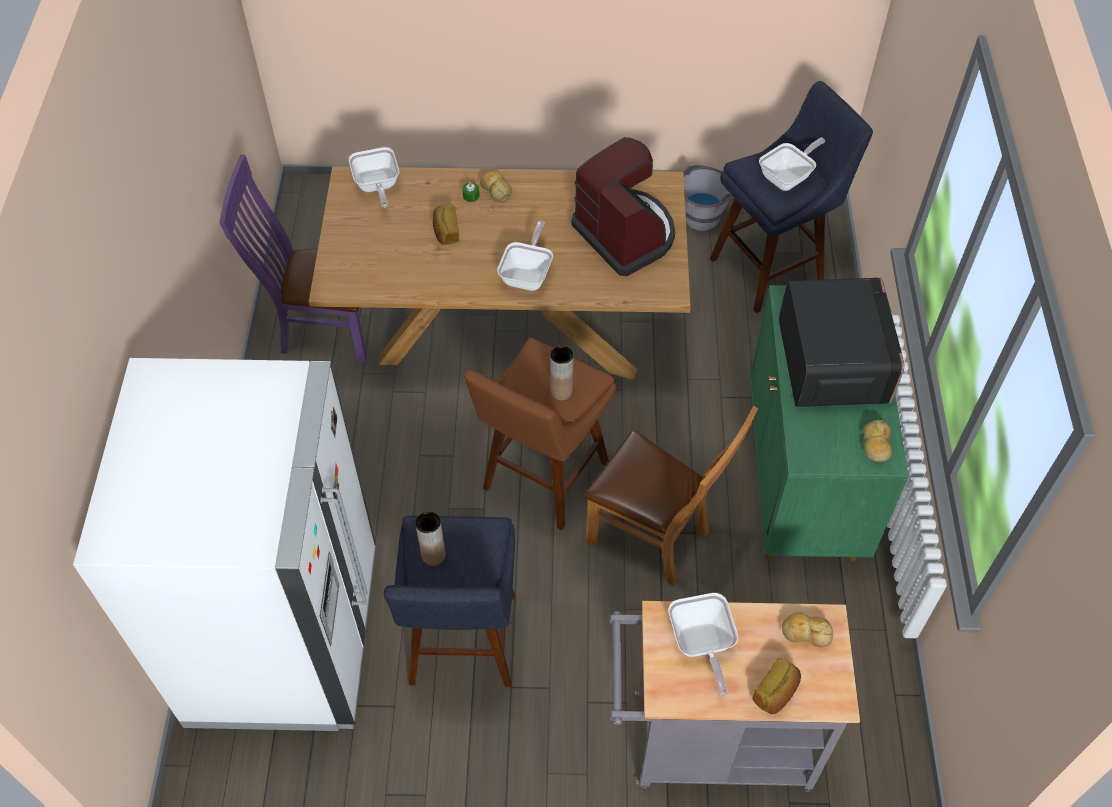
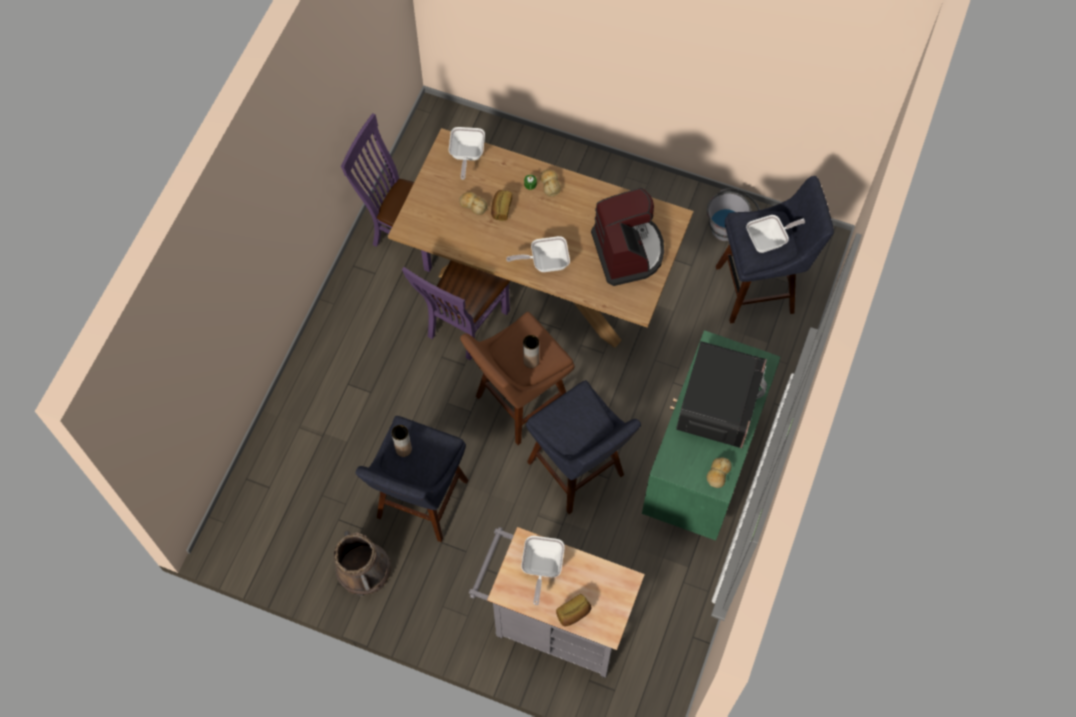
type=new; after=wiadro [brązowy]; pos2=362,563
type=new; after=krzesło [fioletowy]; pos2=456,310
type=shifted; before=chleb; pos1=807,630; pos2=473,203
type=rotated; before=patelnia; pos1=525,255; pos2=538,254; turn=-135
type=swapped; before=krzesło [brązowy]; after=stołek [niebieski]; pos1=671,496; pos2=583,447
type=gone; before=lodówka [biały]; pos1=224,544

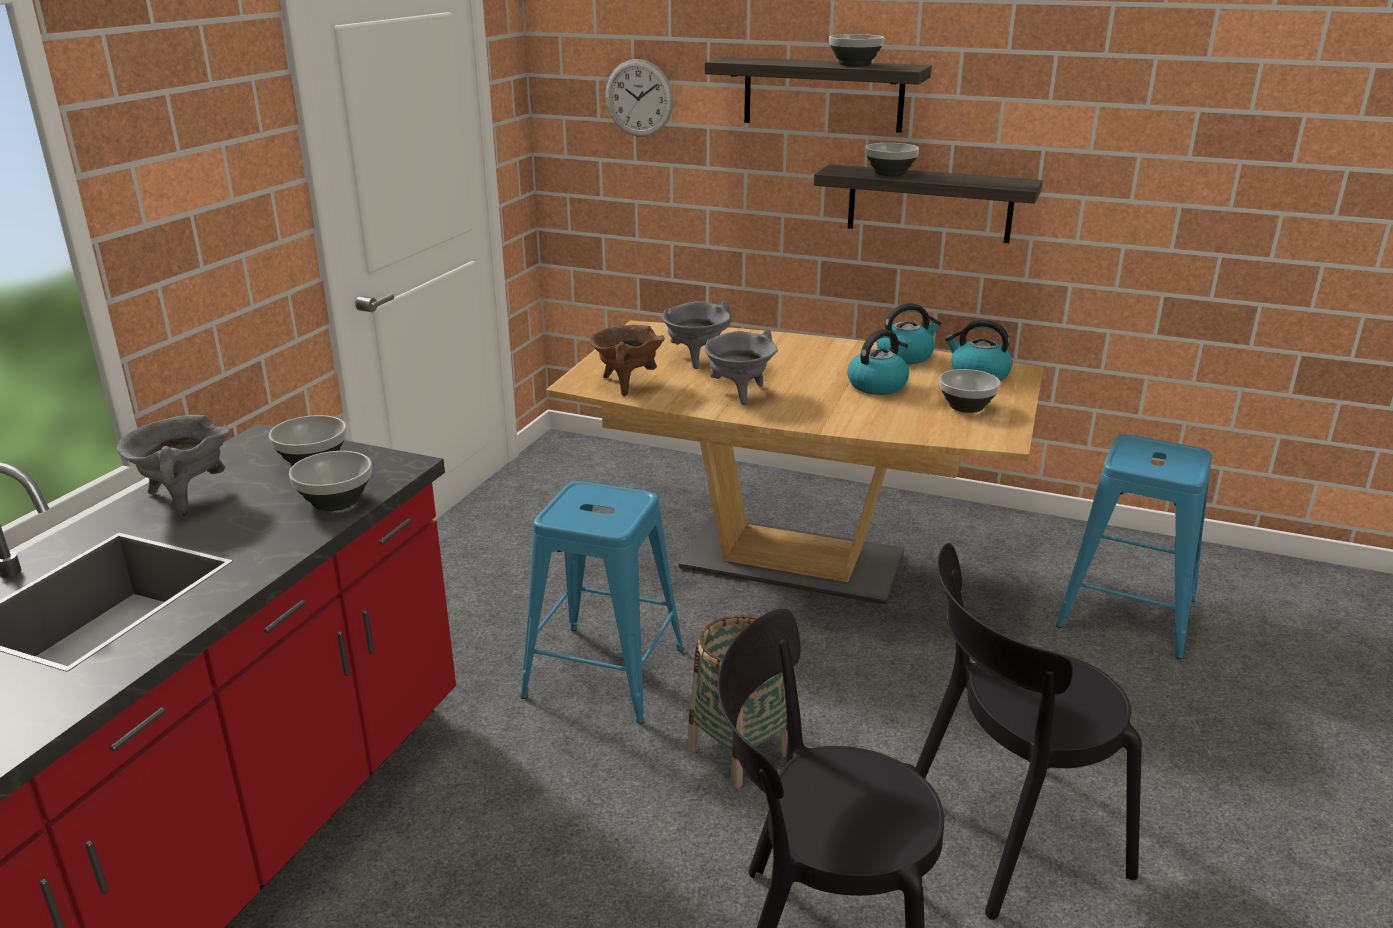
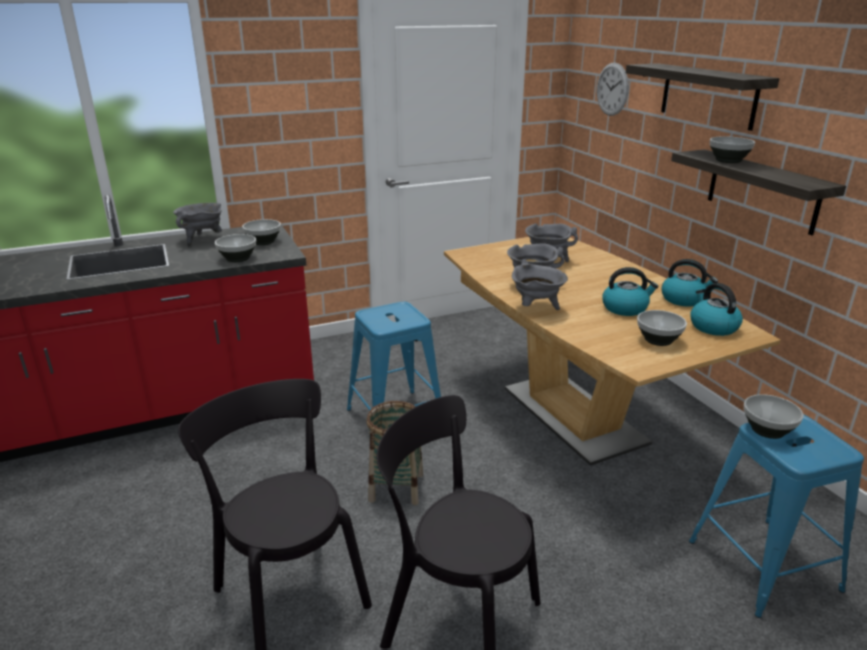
type=new; after=garnek [szary]; pos2=540,284
type=shifted; before=miska; pos1=856,50; pos2=774,416
type=gone; before=garnek [brązowy]; pos1=627,361

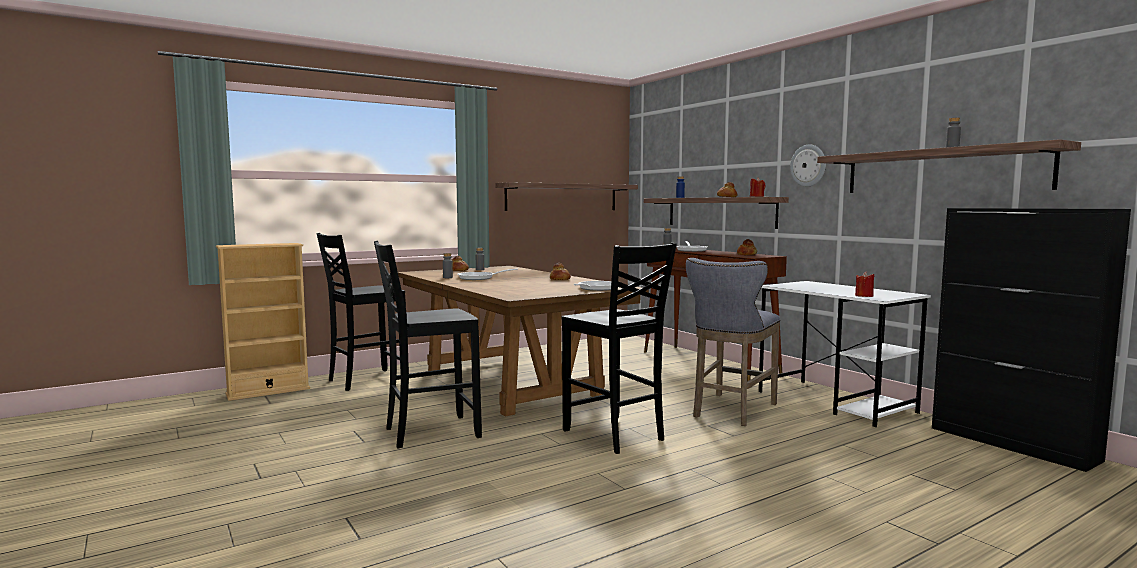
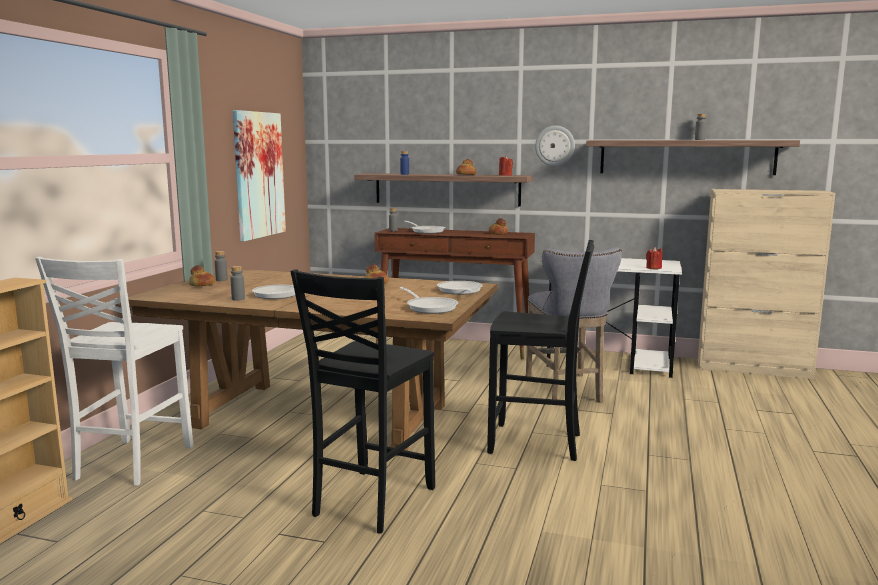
type=repainted; before=krzesło [czarny]; after=krzesło [biały]; pos1=363,312; pos2=114,371
type=swapped; before=półka; after=obraz; pos1=566,196; pos2=259,176
type=new; after=patelnia; pos2=429,300
type=repainted; before=szafka [czarny]; after=szafka [beżowy]; pos1=1031,340; pos2=767,284

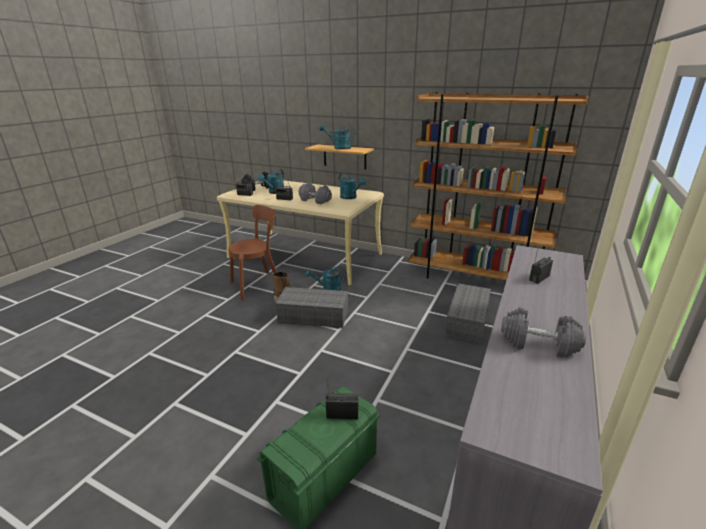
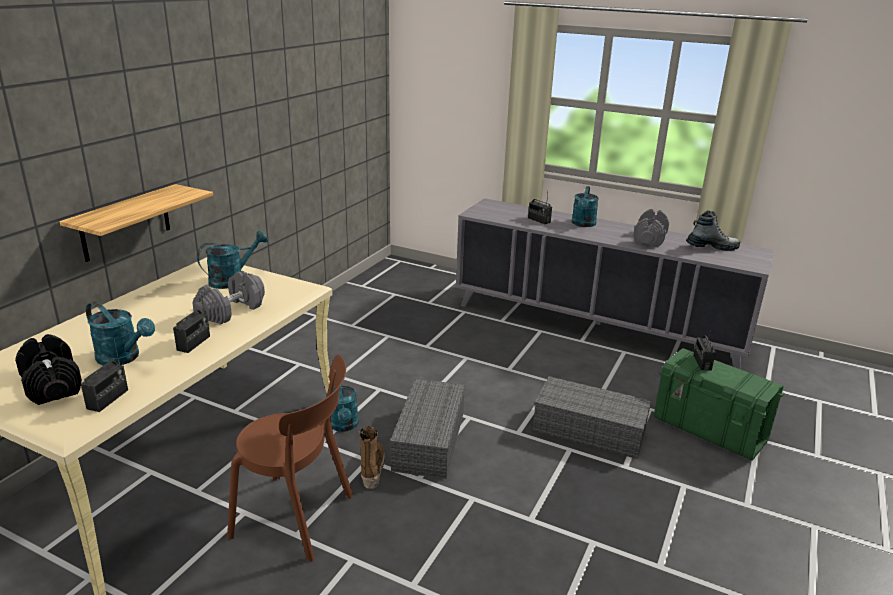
type=rotated; before=krzesło [brązowy]; pos1=252,252; pos2=290,458; turn=135
type=shifted; before=pojemnik do przechowywania [szary]; pos1=468,313; pos2=592,417
type=shifted; before=konewka [turkusowy]; pos1=337,137; pos2=585,206
type=new; after=but z cholewką; pos2=713,230
type=gone; before=regał [brązowy]; pos1=498,186

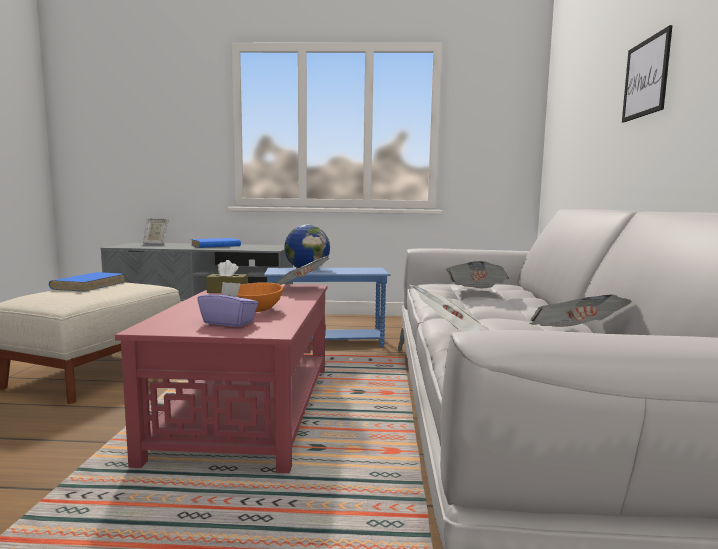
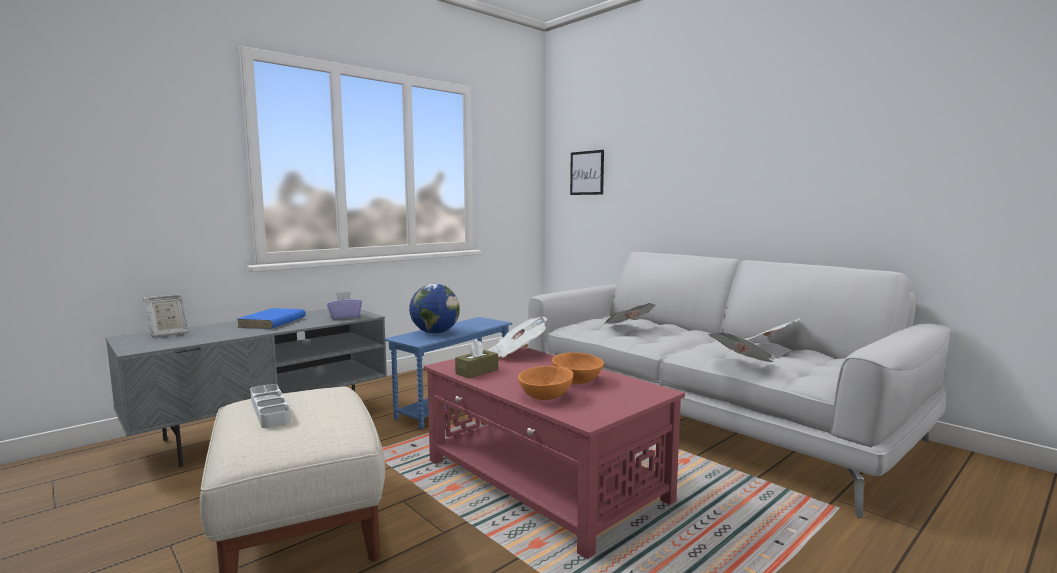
type=swapped; before=książka [niebieski]; after=taca [szary]; pos1=87,282; pos2=270,406
type=shifted; before=pudełko chusteczek [fioletowy]; pos1=227,304; pos2=344,305
type=new; after=miska [pomarańczowy]; pos2=546,383
type=shifted; before=obraz; pos1=647,74; pos2=587,172

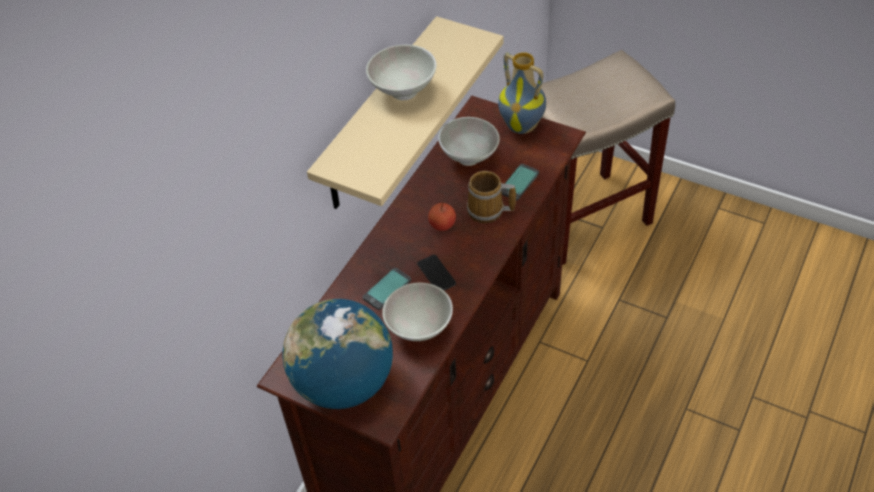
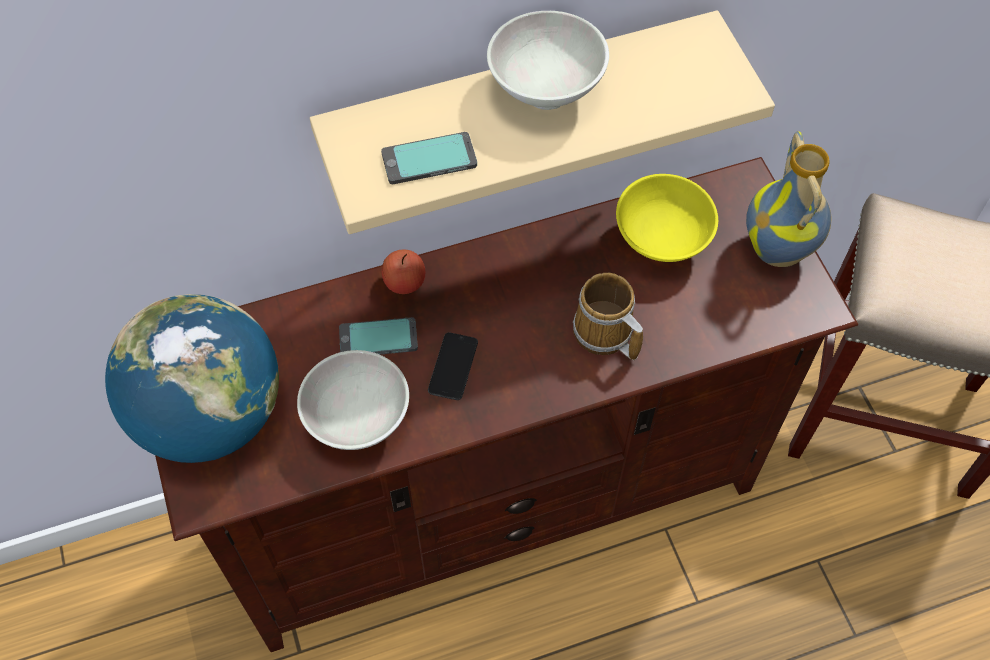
type=shifted; before=telefon; pos1=520,182; pos2=429,158
type=shifted; before=jabłko; pos1=442,216; pos2=404,271
type=repainted; before=miska [biały]; after=miska [żółty]; pos1=469,141; pos2=667,218

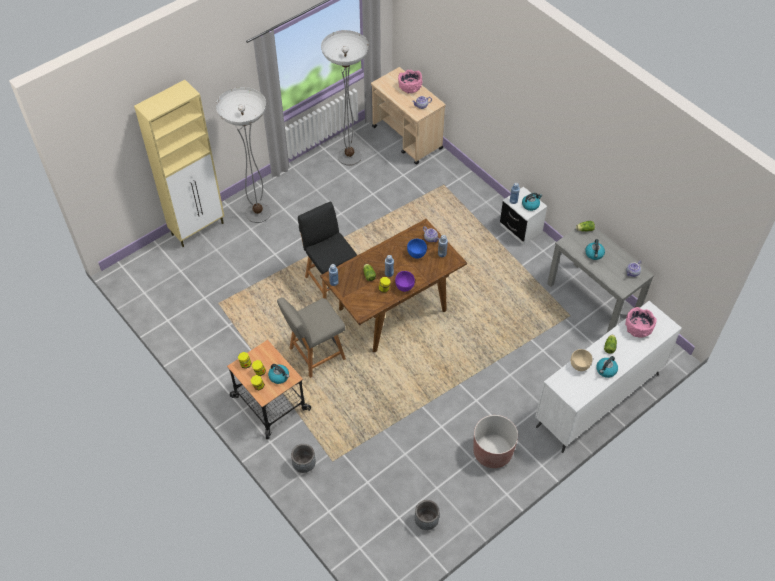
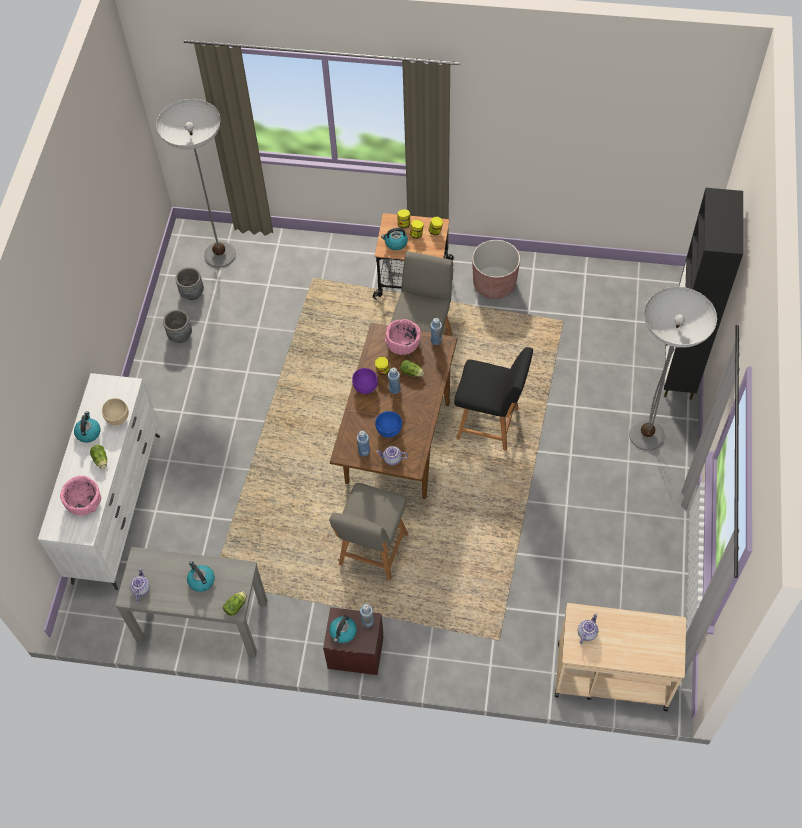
type=shifted; before=lampa stojąca; pos1=345,98; pos2=196,183
type=shifted; before=donica [szary]; pos1=303,458; pos2=177,326
type=repainted; before=szafka nocna [biały]; after=szafka nocna [brązowy]; pos1=523,215; pos2=353,641
type=new; after=krzesło [szary]; pos2=368,532
type=shifted; before=miska [różowy]; pos1=410,81; pos2=402,337
type=shifted; before=donica [brązowy]; pos1=495,441; pos2=496,269
type=repainted; before=szafka [beżowy]; after=szafka [czarny]; pos1=179,163; pos2=703,294

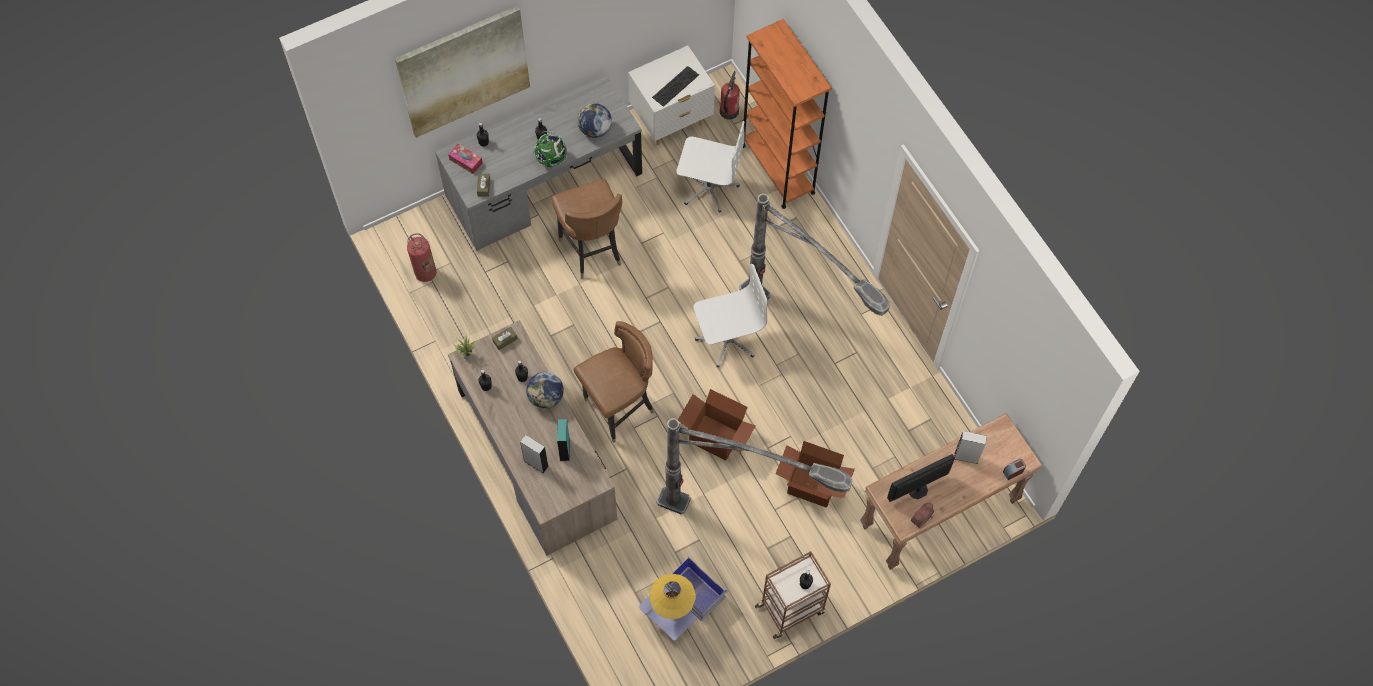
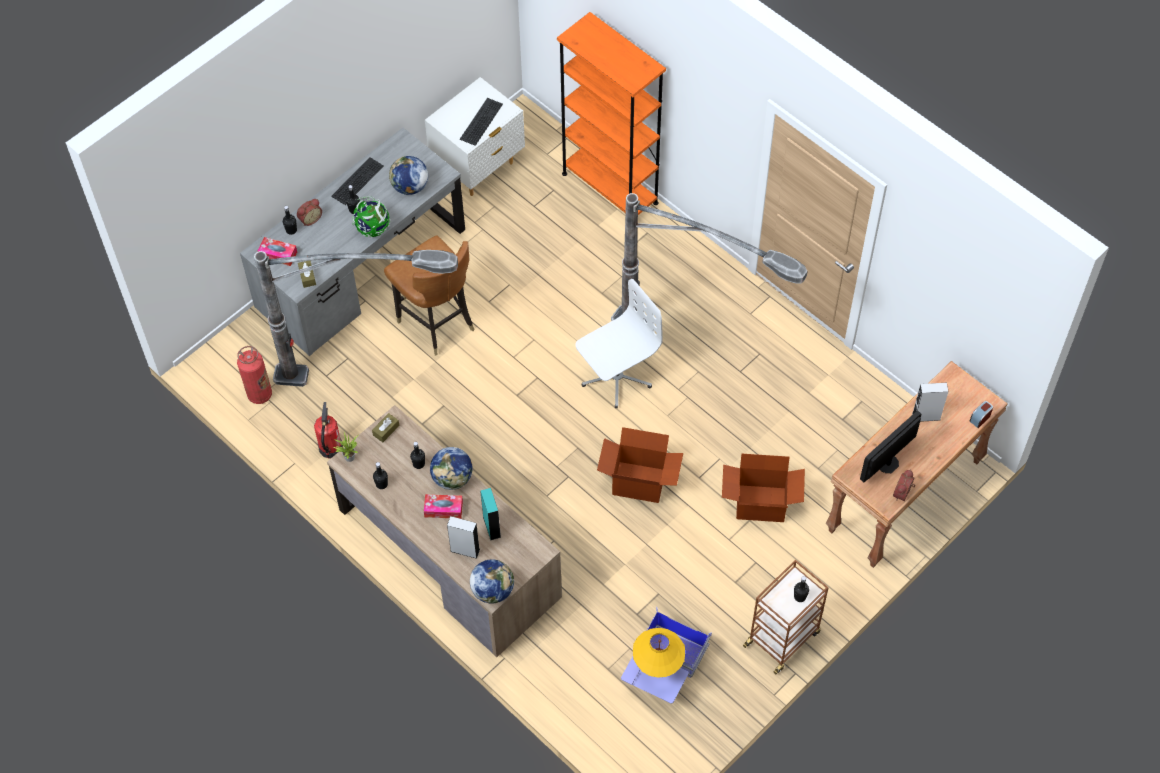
type=shifted; before=lampa stojąca; pos1=754,466; pos2=356,318
type=new; after=budzik; pos2=309,212
type=shifted; before=gaśnica; pos1=730,95; pos2=328,430
type=new; after=klawiatura; pos2=357,181
type=new; after=pudełko chusteczek; pos2=443,506
type=new; after=globus; pos2=492,581
type=gone; before=obraz; pos1=462,72
type=gone; before=krzesło [brązowy]; pos1=614,382
type=gone; before=krzesło biurowe [biały]; pos1=710,167

